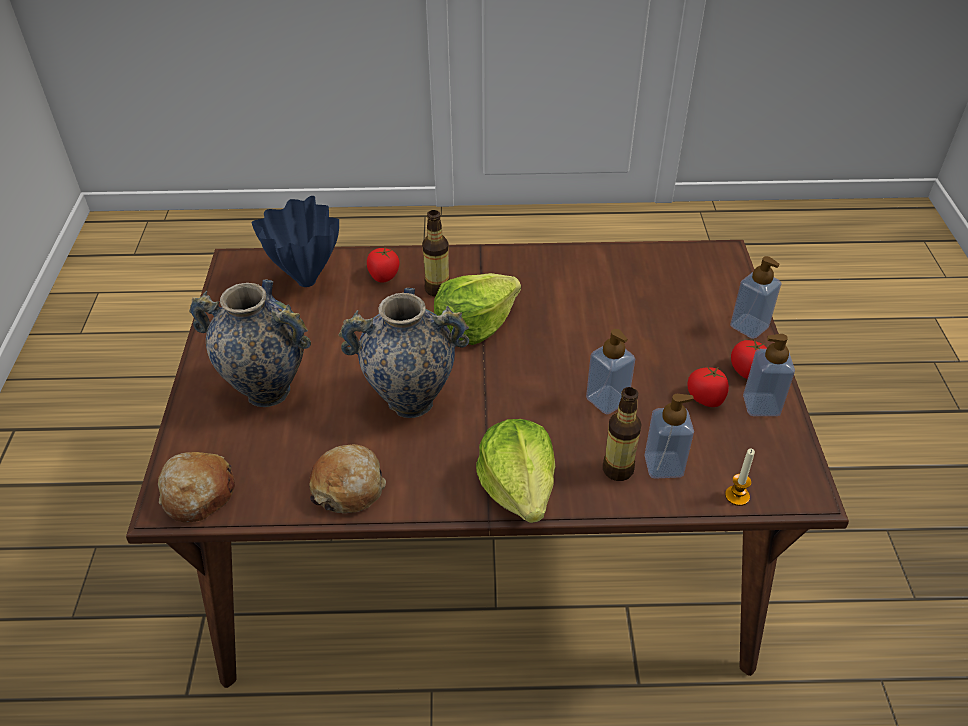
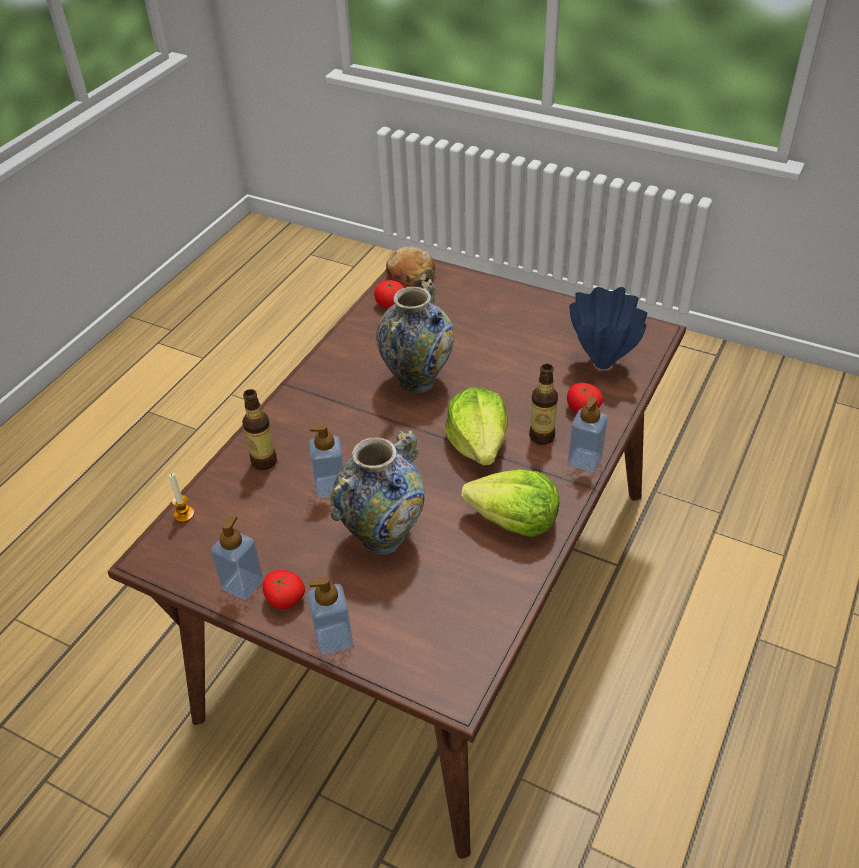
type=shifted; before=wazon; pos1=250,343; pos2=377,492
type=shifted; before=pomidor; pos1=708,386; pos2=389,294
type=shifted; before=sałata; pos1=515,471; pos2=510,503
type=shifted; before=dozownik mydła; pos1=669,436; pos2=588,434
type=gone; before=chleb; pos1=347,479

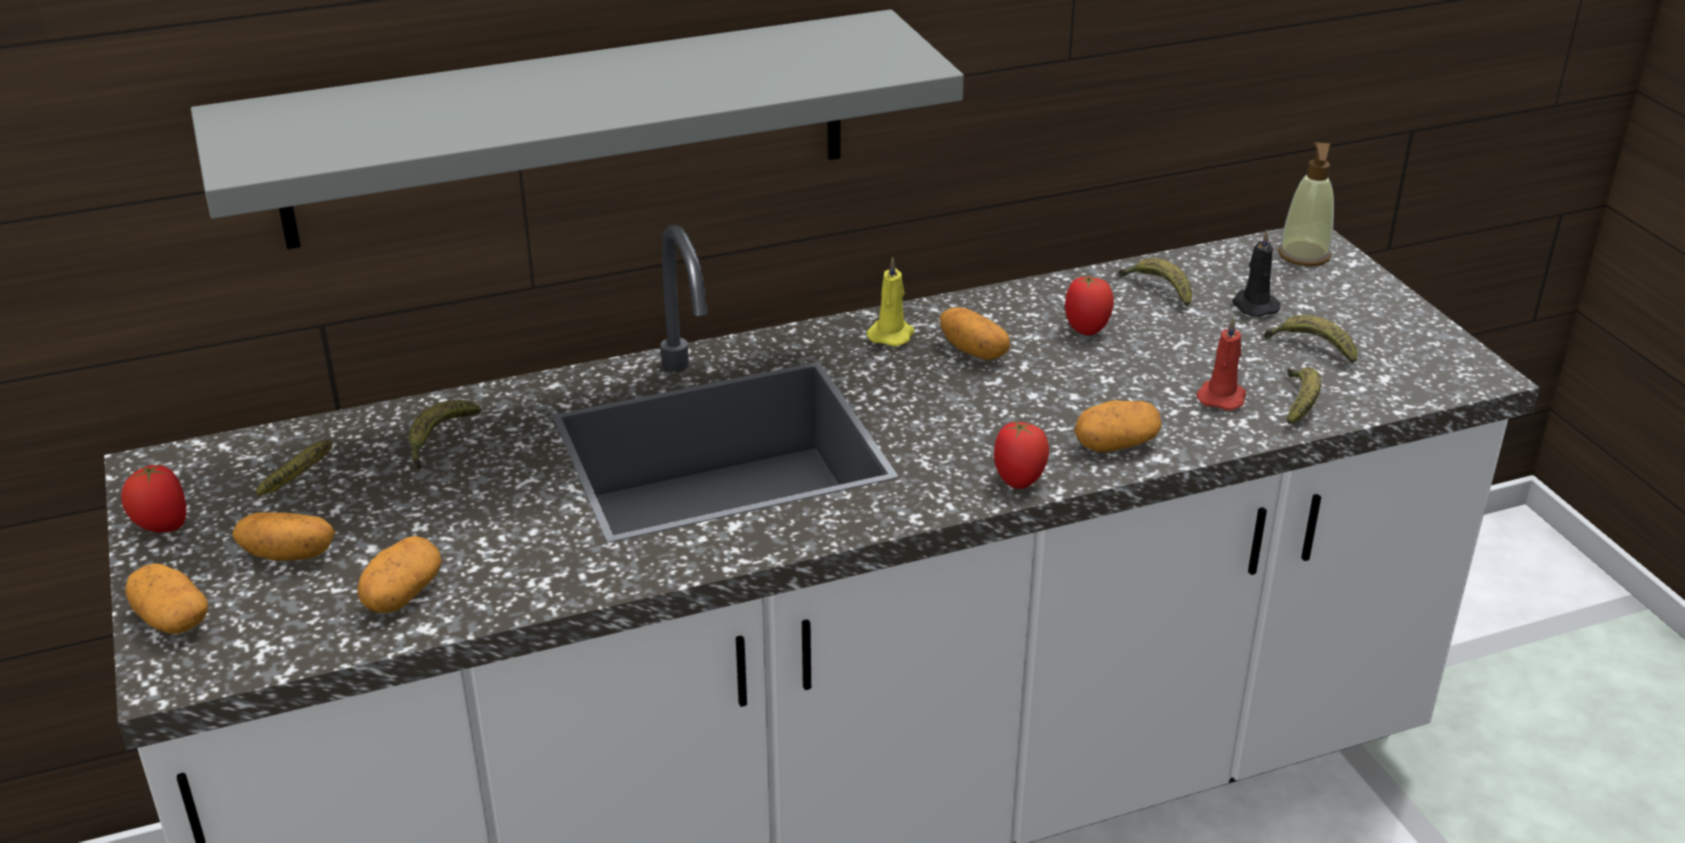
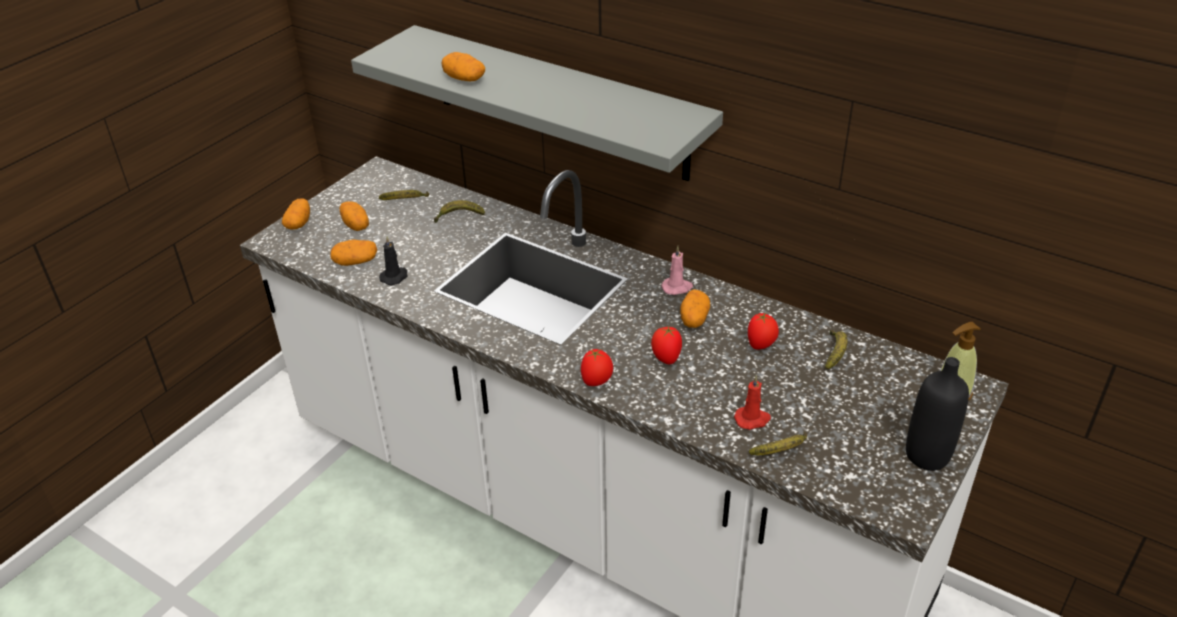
type=shifted; before=świeca [czarny]; pos1=1256,273; pos2=393,260
type=shifted; before=ziemniak; pos1=1118,426; pos2=463,66
type=shifted; before=pomidor; pos1=153,498; pos2=666,344
type=repainted; before=świeca [żółty]; after=świeca [różowy]; pos1=890,301; pos2=677,270
type=new; after=butelka [czarny]; pos2=937,414
type=gone; before=banan; pos1=1310,339

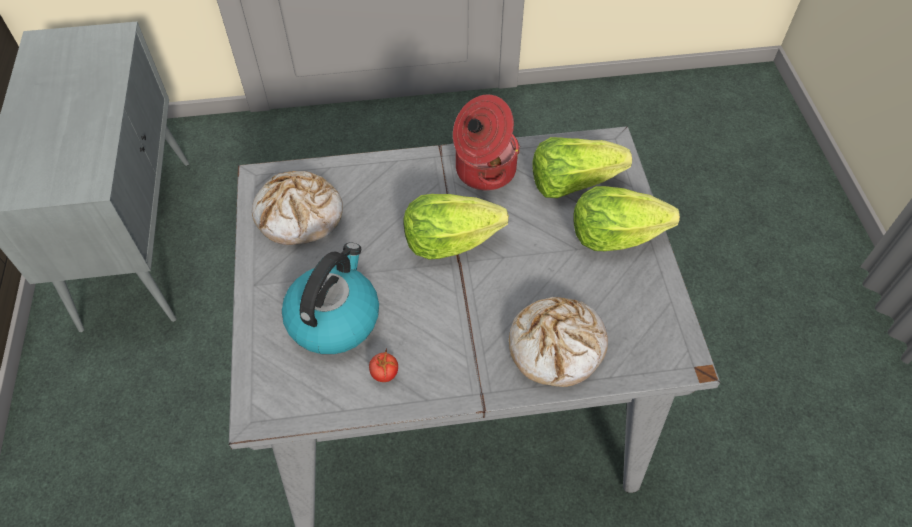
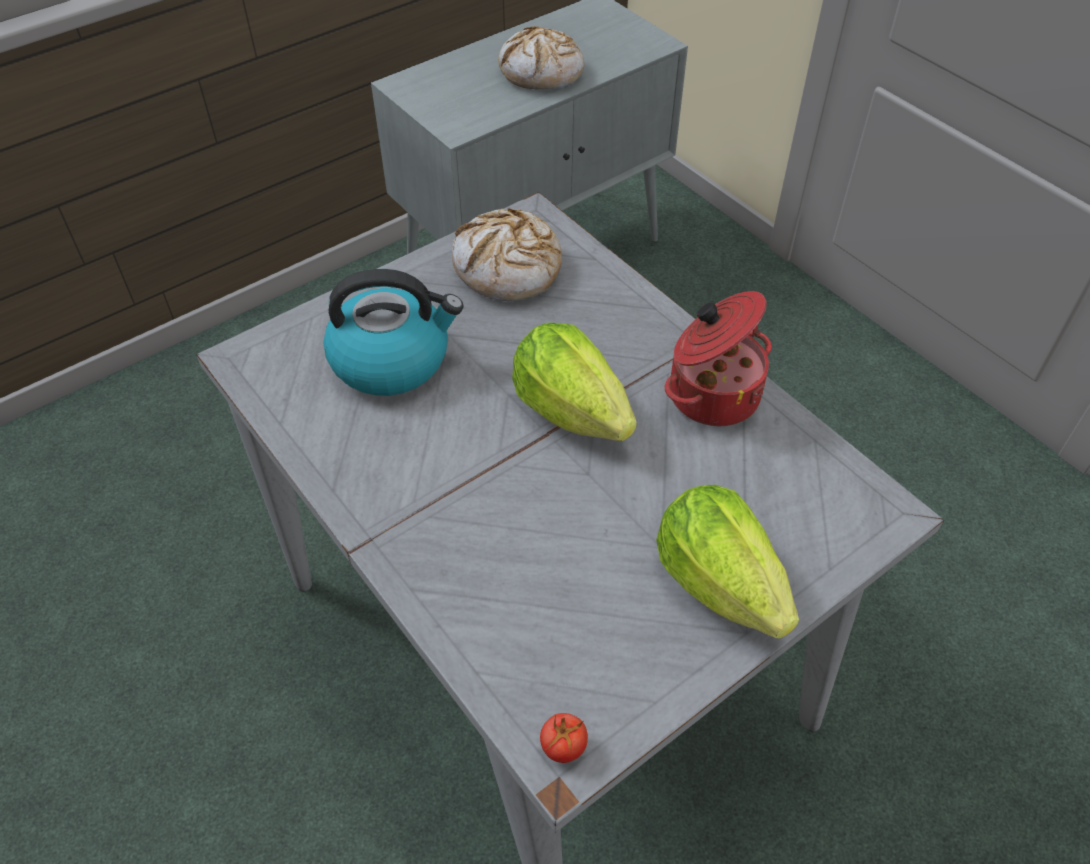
type=shifted; before=chleb; pos1=558,342; pos2=541,58
type=shifted; before=pomidor; pos1=383,365; pos2=564,738
type=gone; before=sałata; pos1=582,167

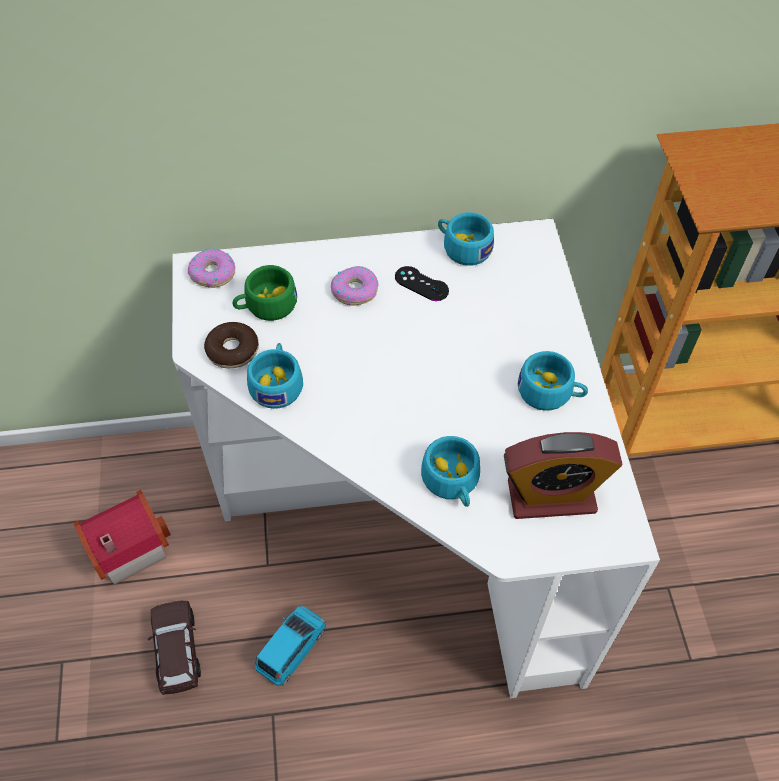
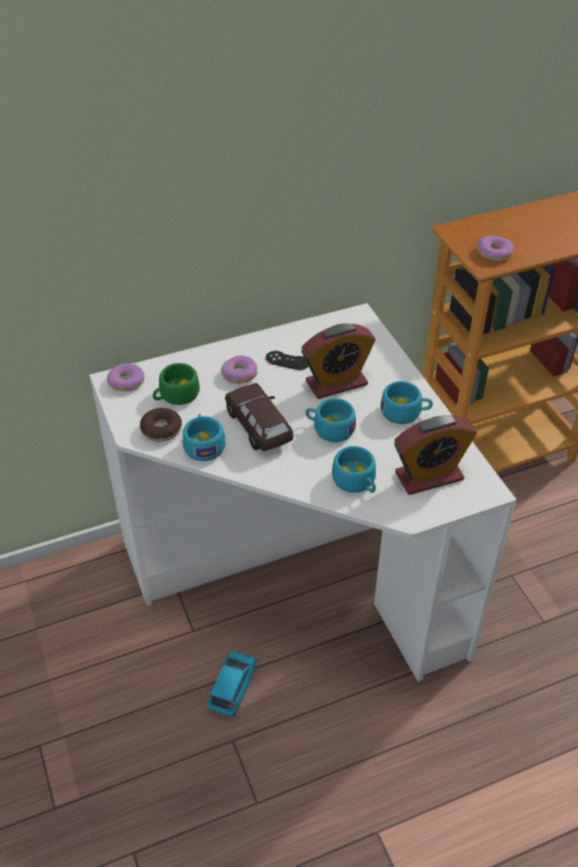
type=shifted; before=samochodzik [brązowy]; pos1=174,647; pos2=259,417
type=new; after=budzik; pos2=338,361
type=shifted; before=filiżanka [turkusowy]; pos1=466,239; pos2=331,420
type=new; after=donut; pos2=495,248
type=gone; before=domek; pos1=122,537

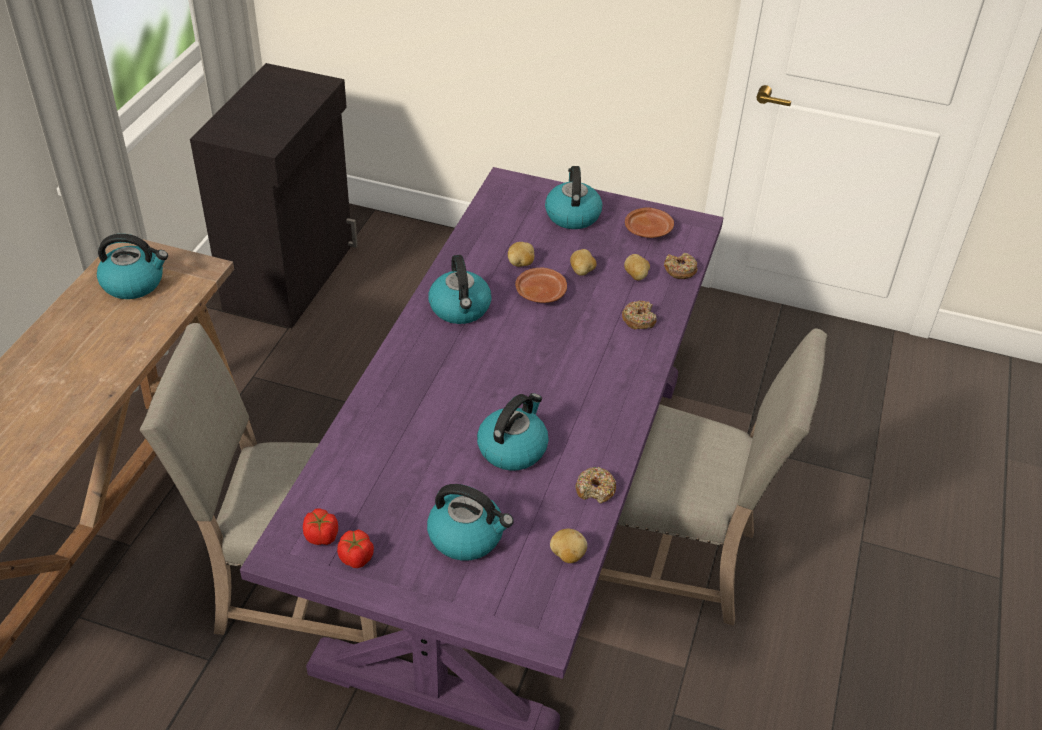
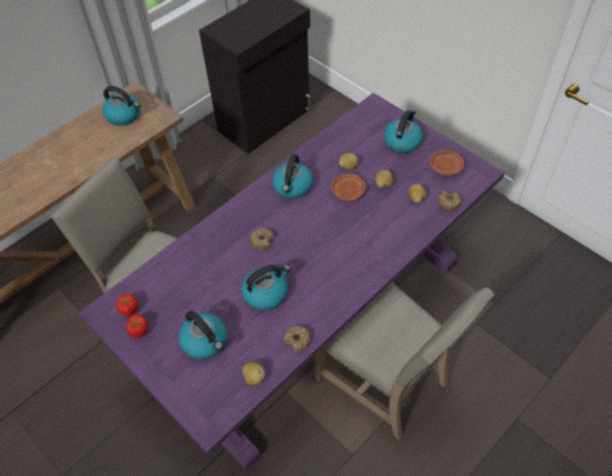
type=shifted; before=donut; pos1=639,315; pos2=262,239

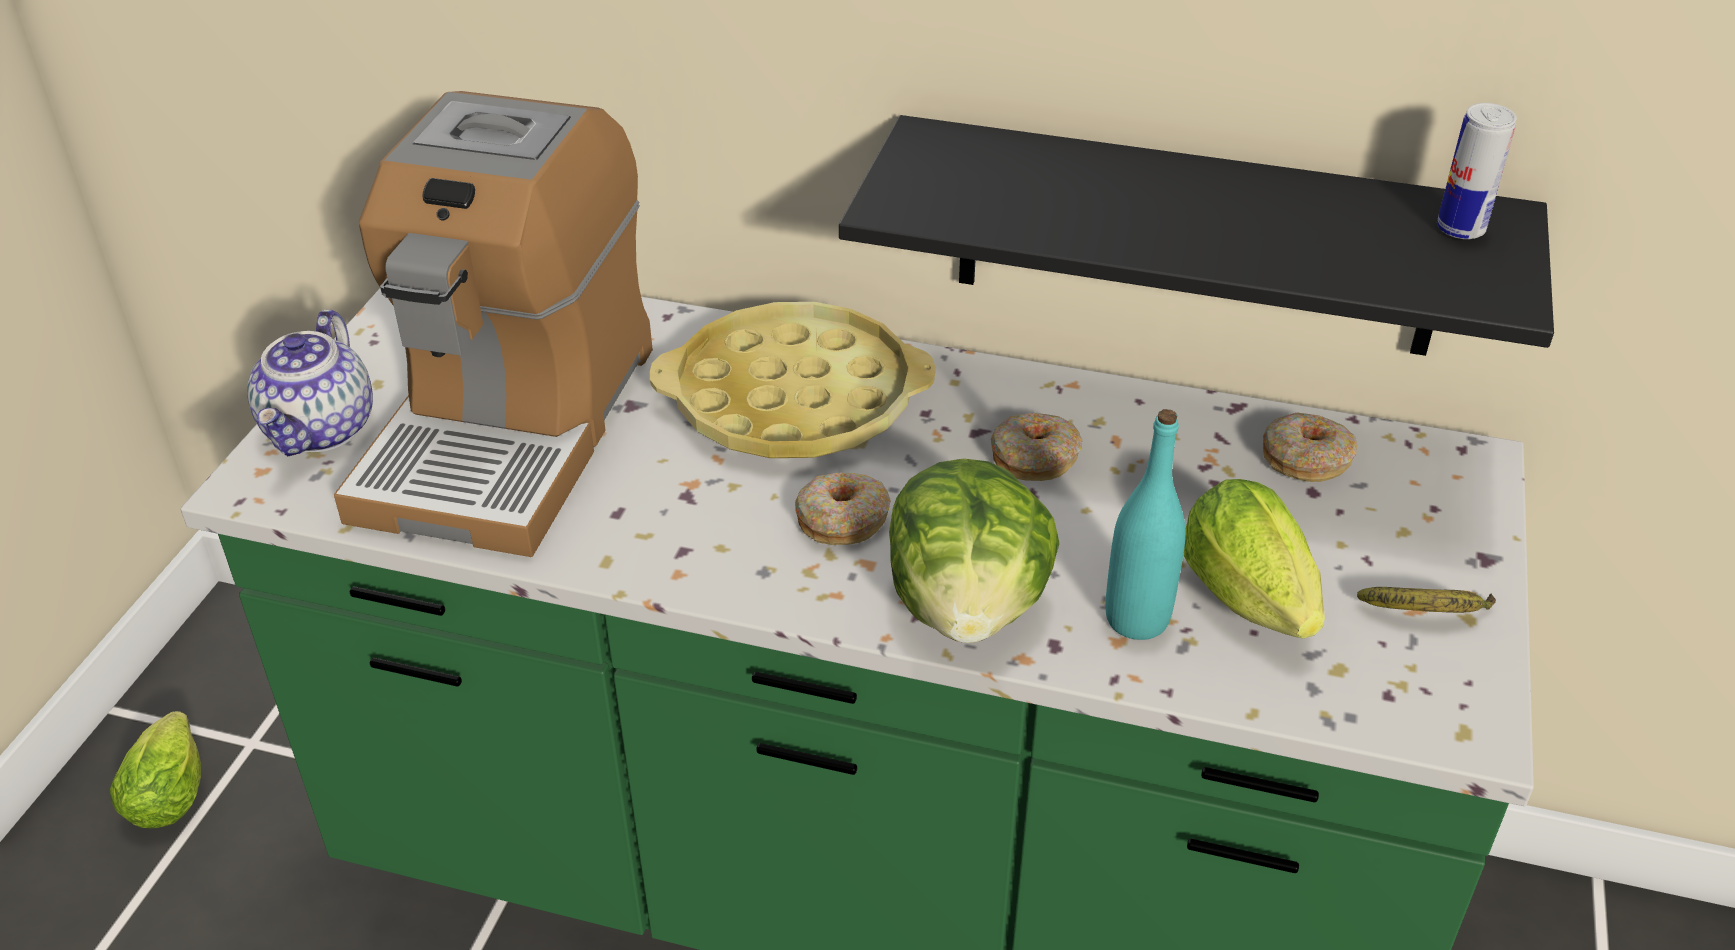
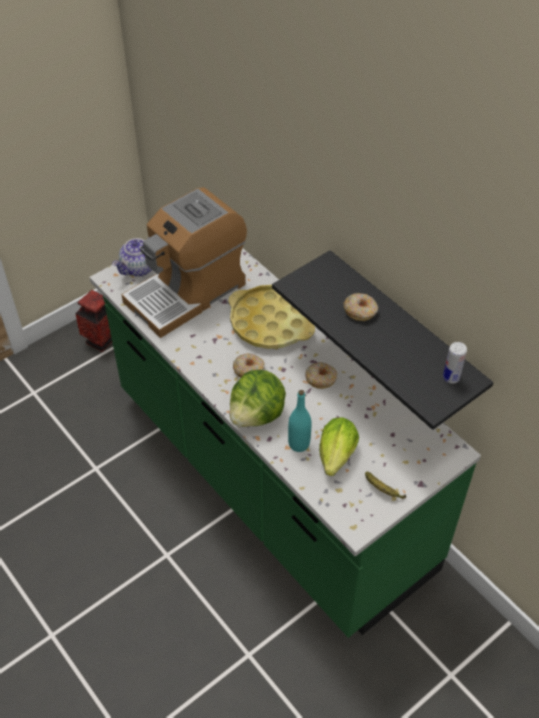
type=swapped; before=sałata; after=wazon; pos1=155,769; pos2=93,321
type=shifted; before=donut; pos1=1310,447; pos2=361,307

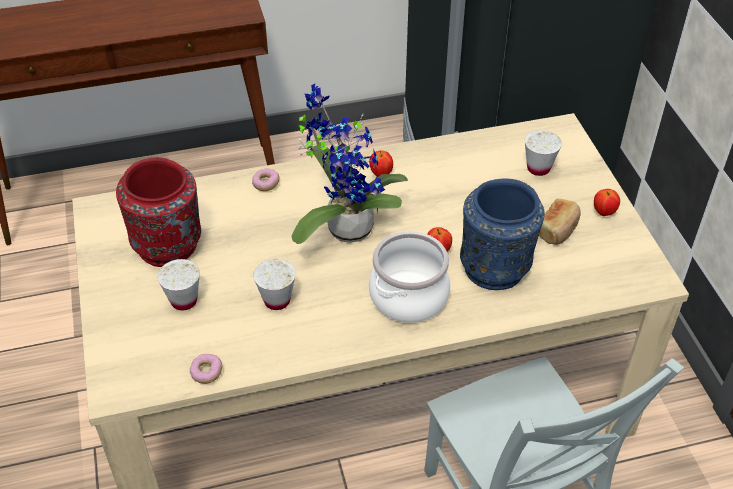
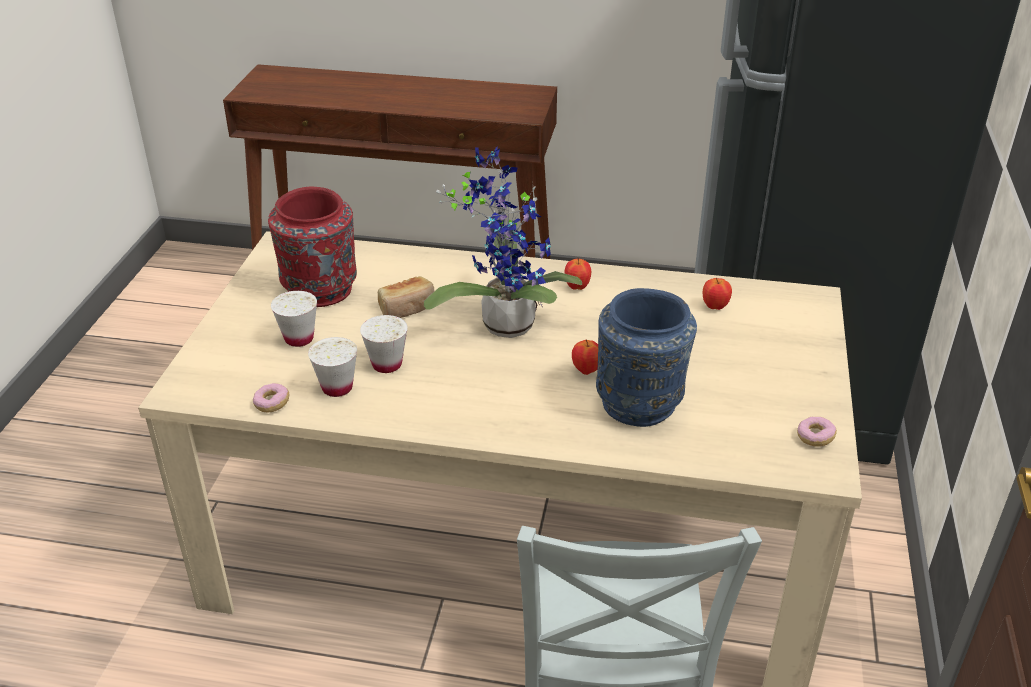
type=shifted; before=filiżanka [biały]; pos1=543,153; pos2=332,367
type=shifted; before=chleb; pos1=560,221; pos2=406,297
type=shifted; before=jabłko; pos1=607,202; pos2=717,294
type=shifted; before=donut; pos1=265,179; pos2=817,432
type=gone; before=garnek; pos1=409,277

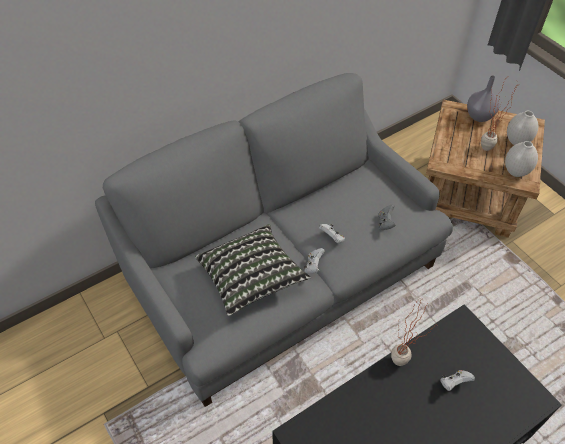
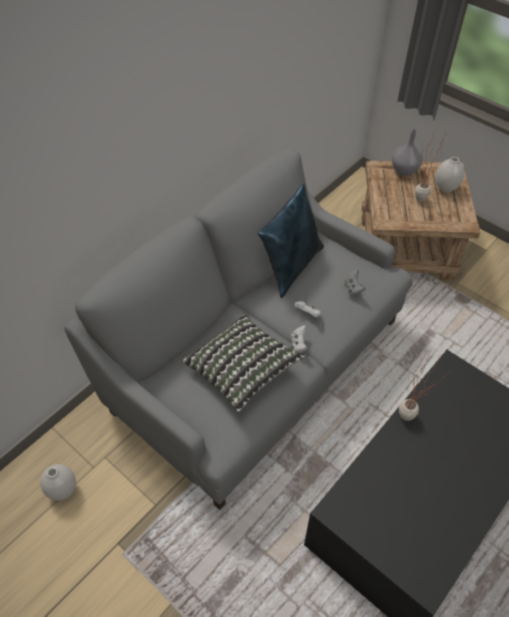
type=shifted; before=wazon [biały]; pos1=521,159; pos2=58,482
type=new; after=poduszka [niebieski]; pos2=291,241
type=gone; before=pad do gier [biały]; pos1=457,380

